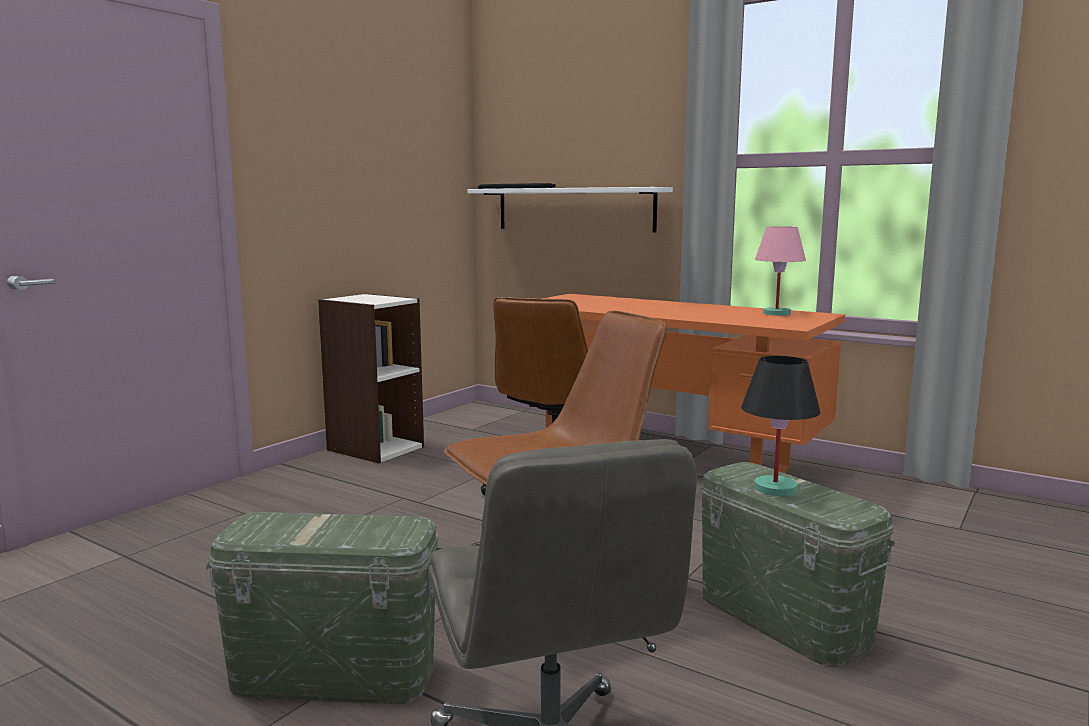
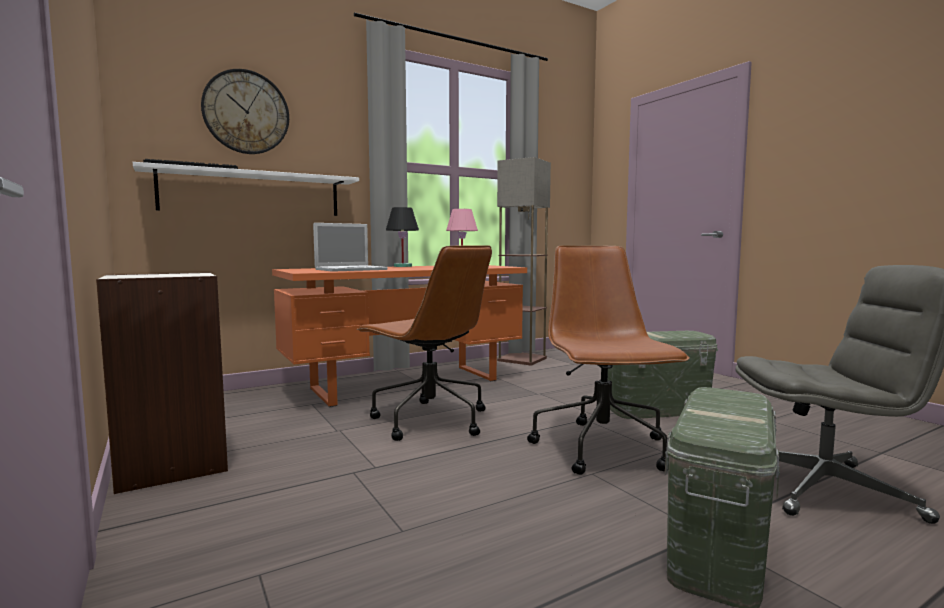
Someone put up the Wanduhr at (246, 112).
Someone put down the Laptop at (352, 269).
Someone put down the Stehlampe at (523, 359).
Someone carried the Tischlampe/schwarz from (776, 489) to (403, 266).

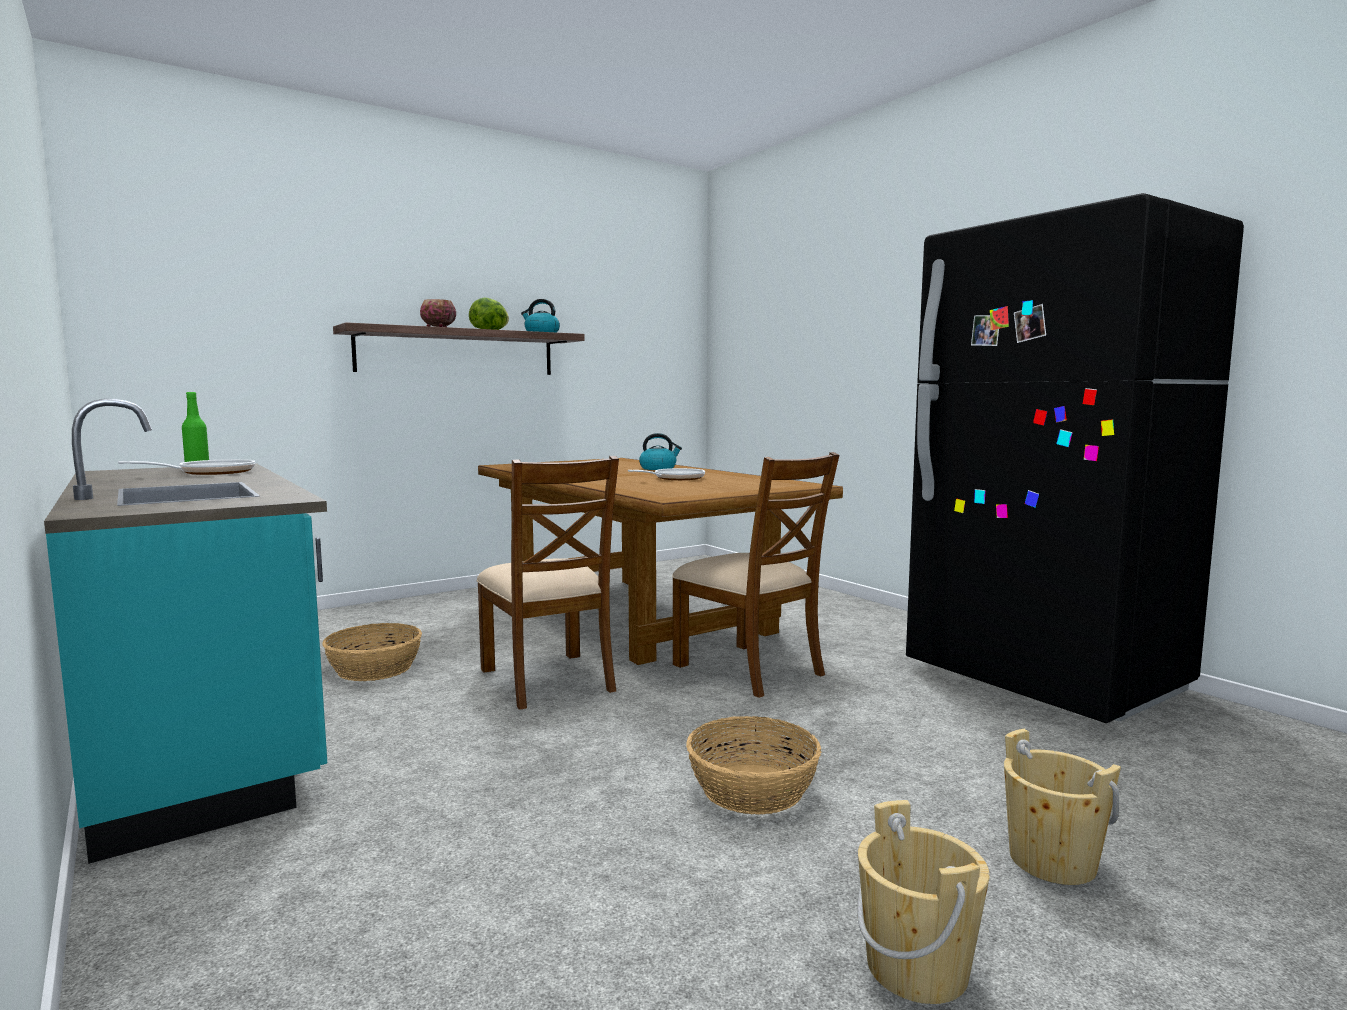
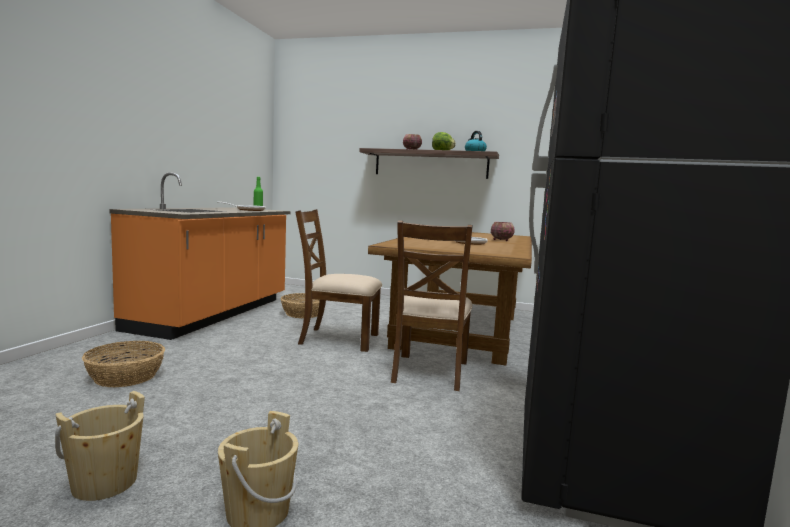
Someone carried the Korb from (753, 788) to (126, 376).
Someone swapped the Wasserkessel at (658, 468) for the Schüssel at (501, 240).
Someone repainted the Küchenzeile/türkis at (203, 734), which became the Küchenzeile/orange at (214, 314).
Someone rotated the Stuhl/braun at (548, 680) by 75 degrees clockwise.

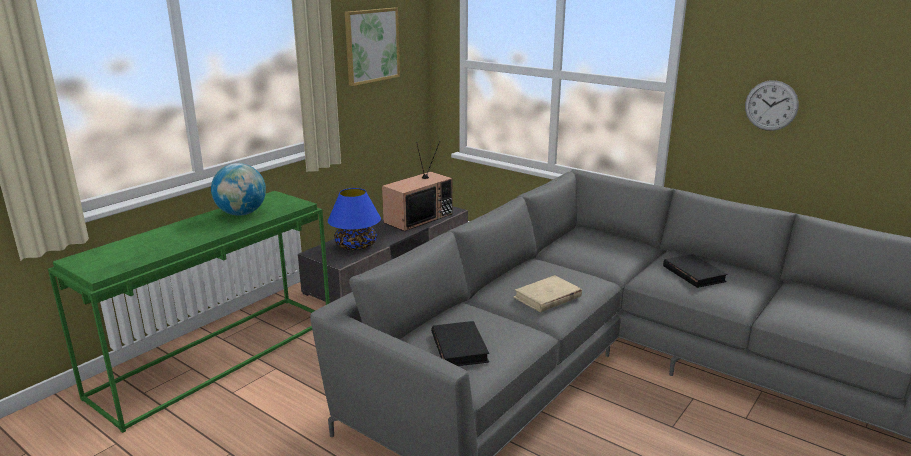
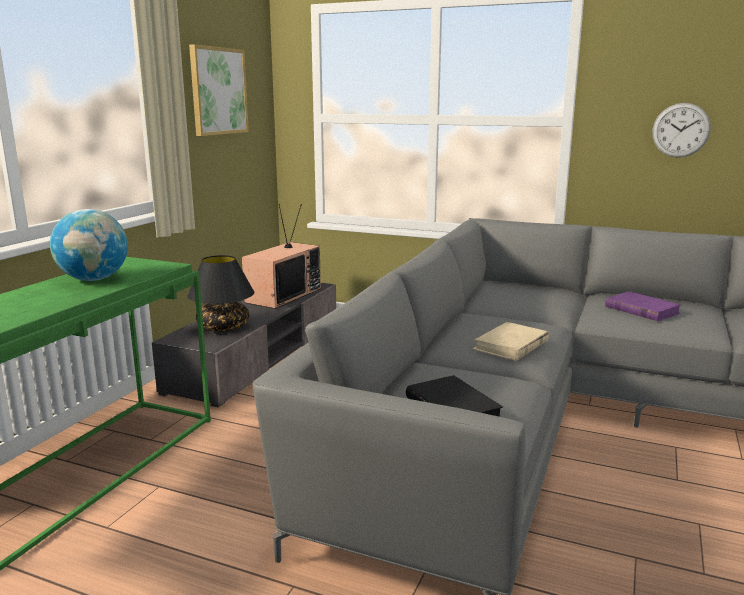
Someone repainted the Tischlampe/blau at (356, 245), which became the Tischlampe/schwarz at (223, 327).
Someone repainted the Buch/schwarz at (693, 274), which became the Buch/lila at (641, 310).

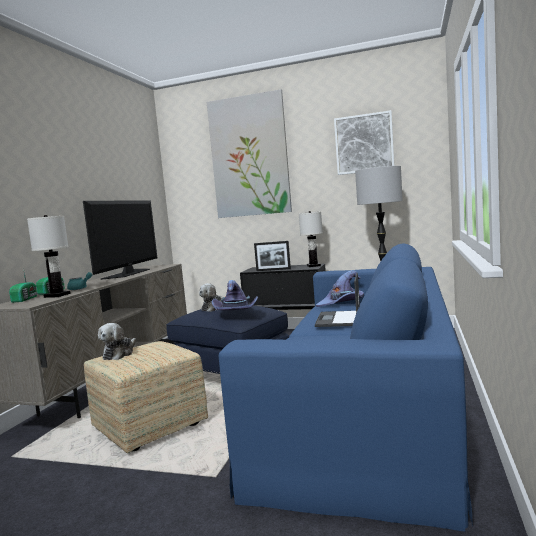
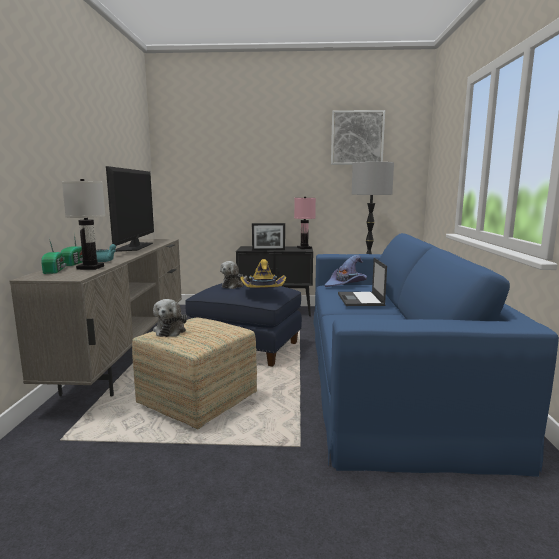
Someone took away the Bild at (249, 156).
Someone repainted the Hut/lila at (236, 312), which became the Hut/gelb at (262, 290).
Someone repainted the Tischlampe/weiß at (313, 265), which became the Tischlampe/rosa at (304, 248).

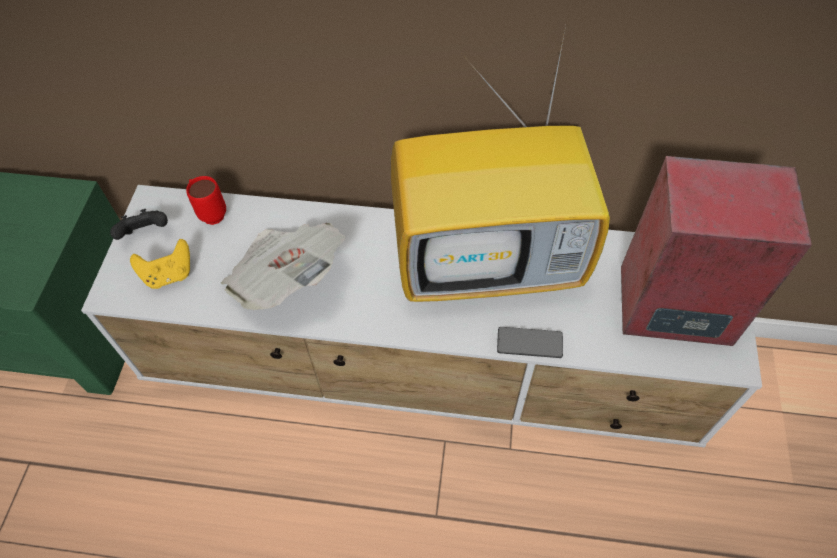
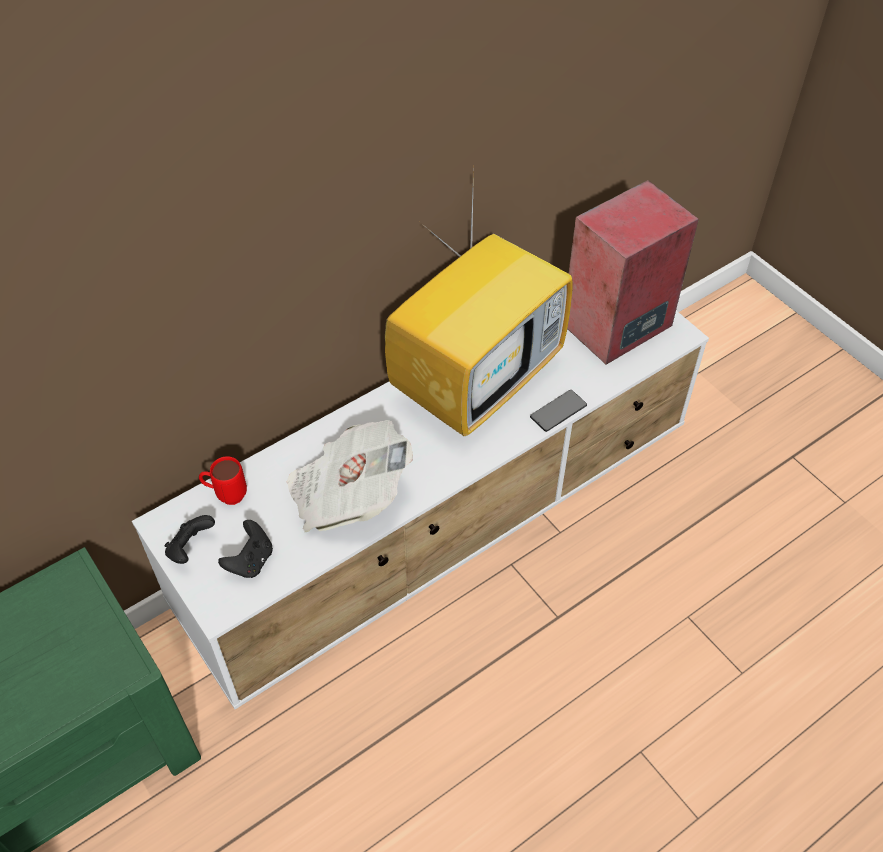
Someone repainted the Gamepad/gelb at (169, 275), which became the Gamepad/schwarz at (250, 561).

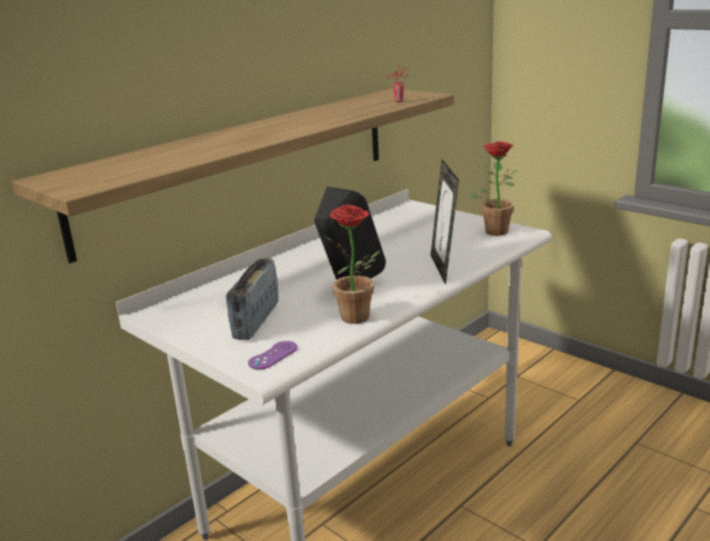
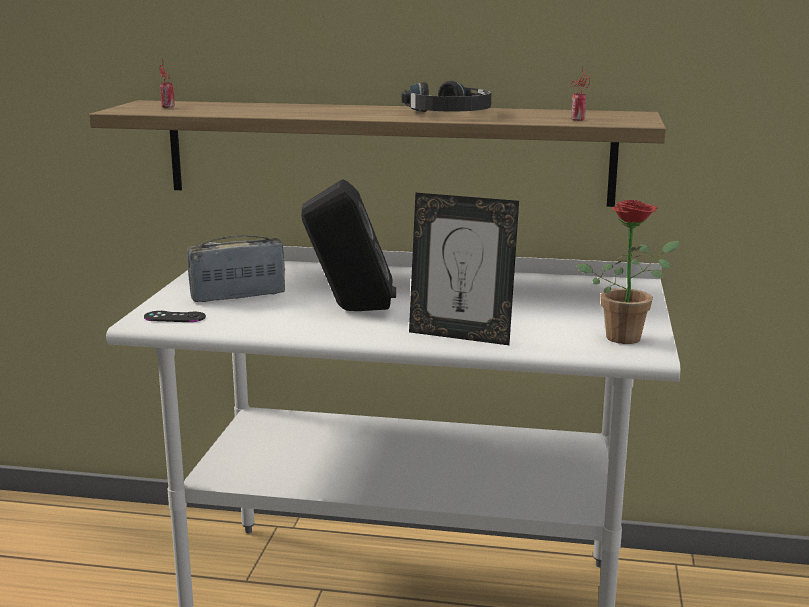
Someone took away the Topfpflanze at (358, 319).
Someone put down the Dose at (168, 107).
Someone put down the Kopfhörer/schwarz at (449, 113).
Someone repainted the Gamepad/lila at (273, 355), which became the Gamepad/schwarz at (174, 317).
Someone rotated the Bilderrahmen at (444, 268) by 120 degrees counterclockwise.

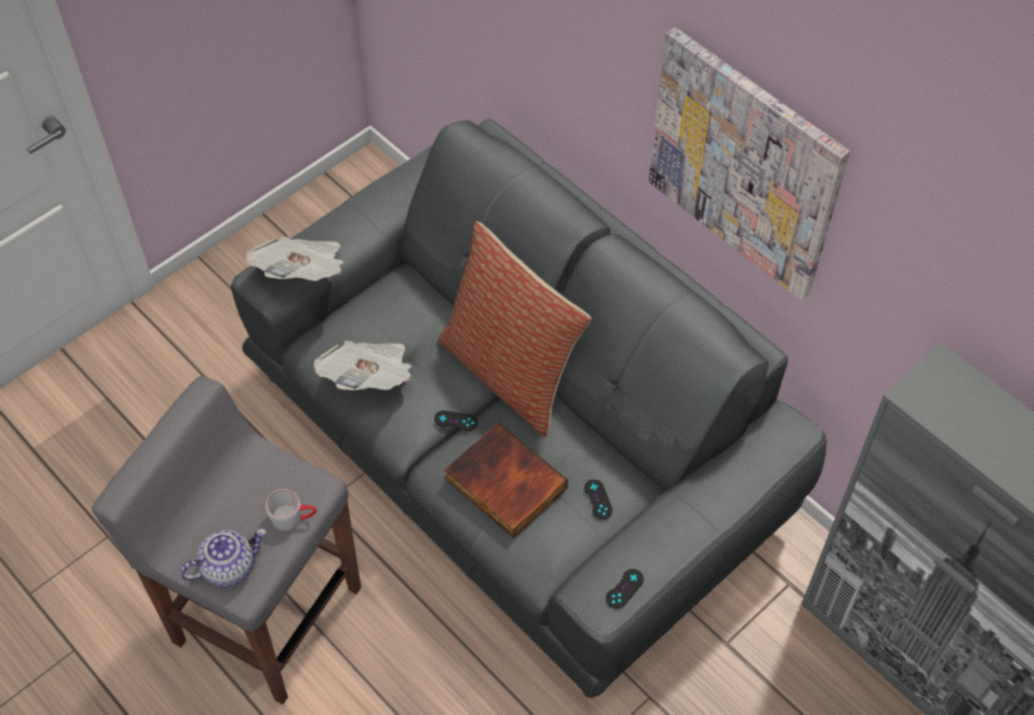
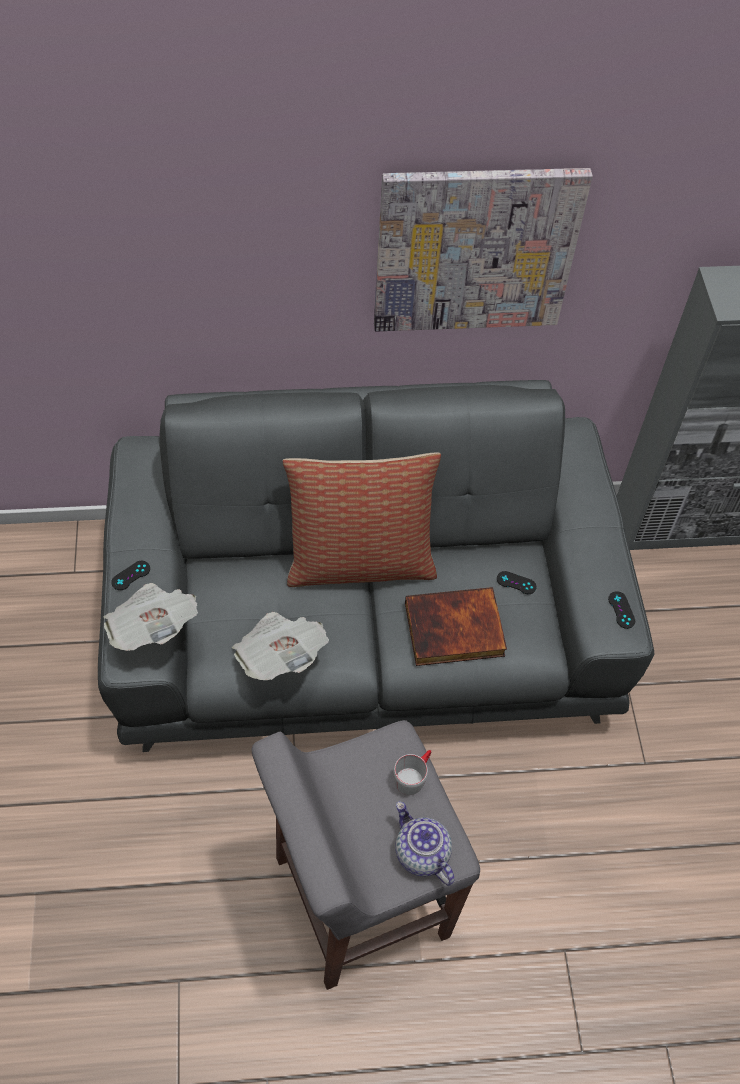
Someone carried the Gamepad/schwarz from (456, 421) to (131, 575).
Someone rotated the Teekanne at (229, 566) by 45 degrees counterclockwise.

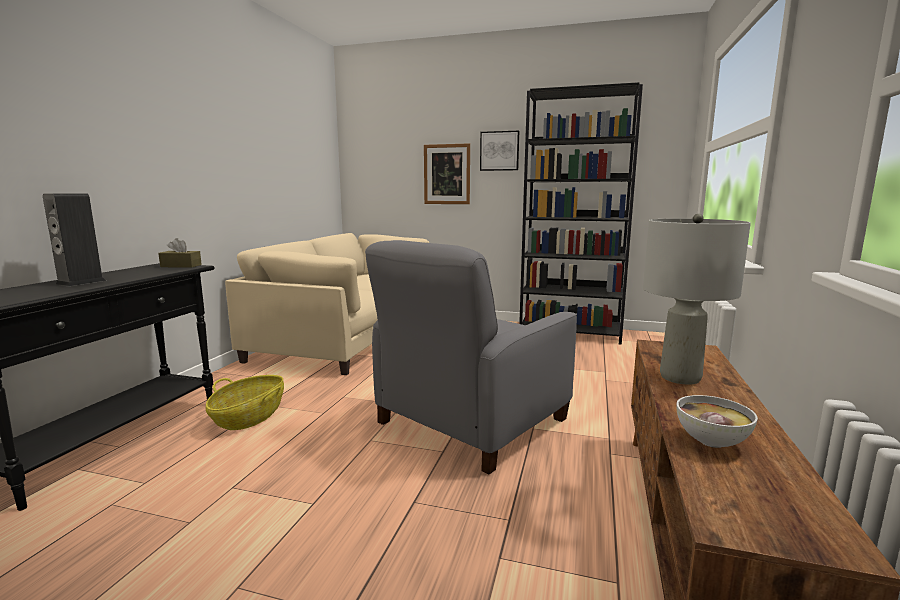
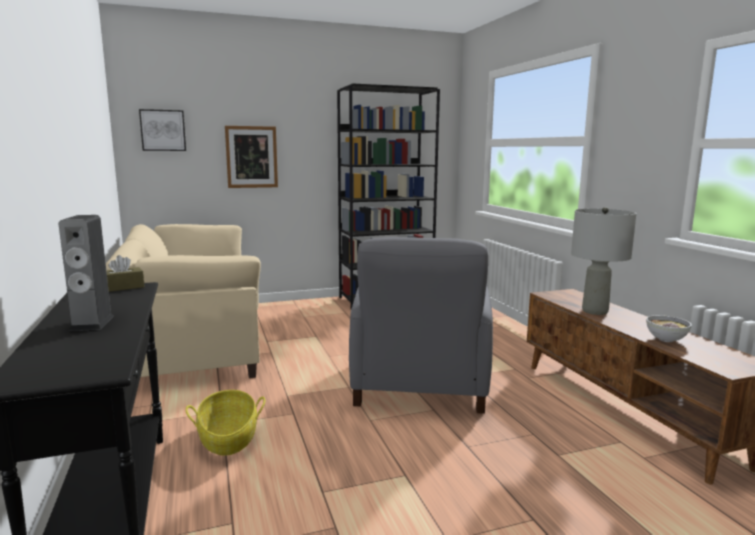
Someone carried the Bild from (499, 151) to (163, 130).

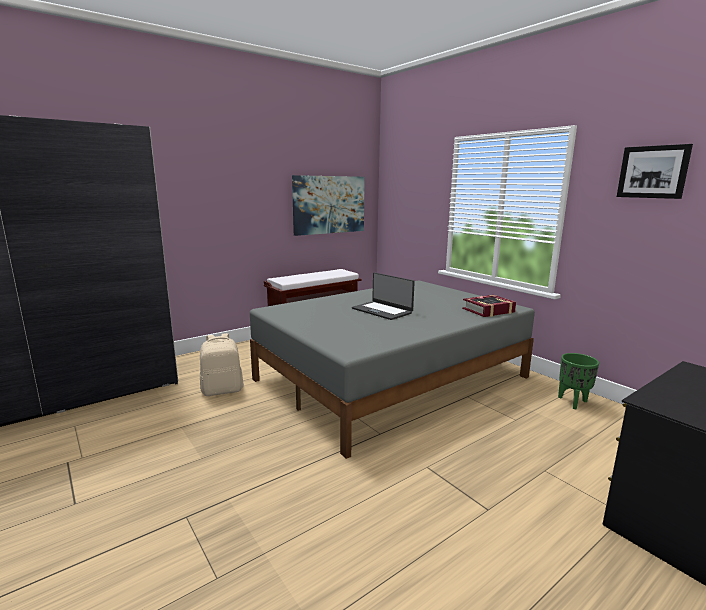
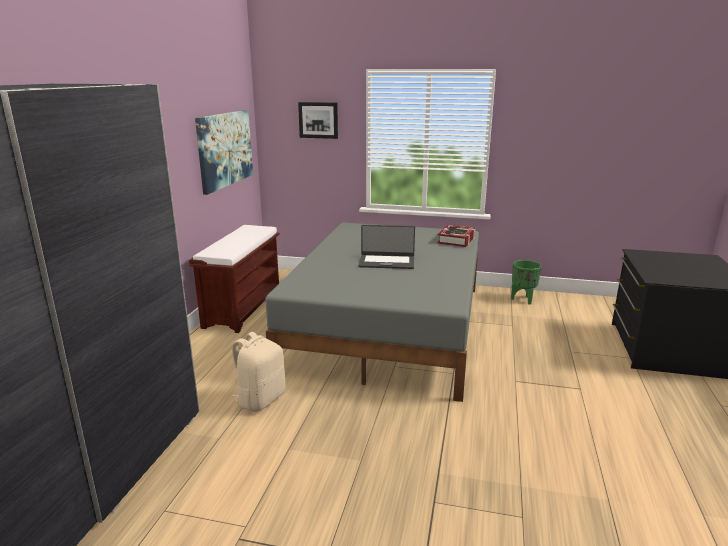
Someone carried the Bild from (653, 172) to (318, 120).

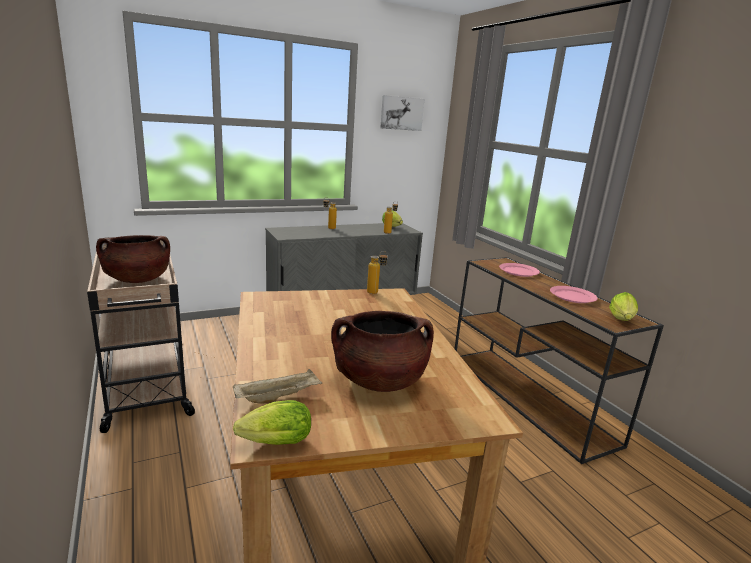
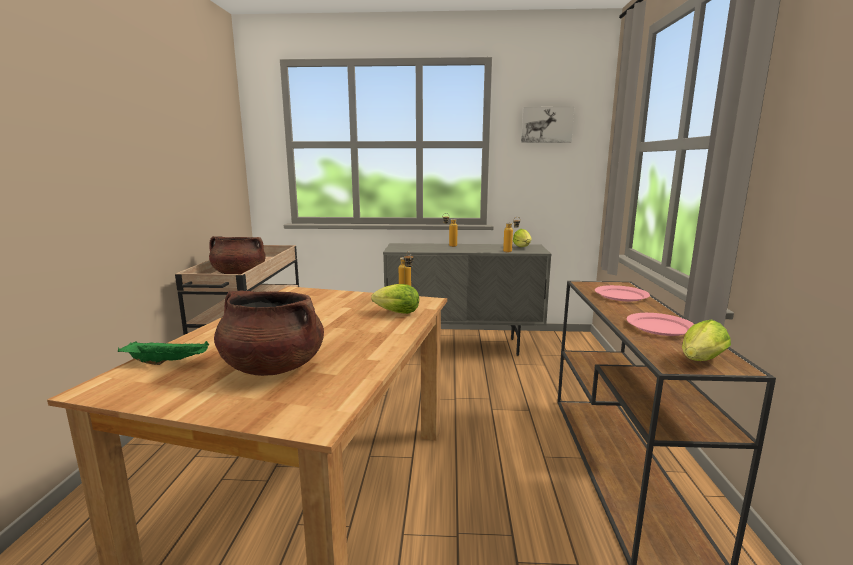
Someone carried the Salatkopf from (272, 443) to (394, 313).
Someone repainted the Tablett/beige at (279, 397), which became the Tablett/grün at (168, 362).

